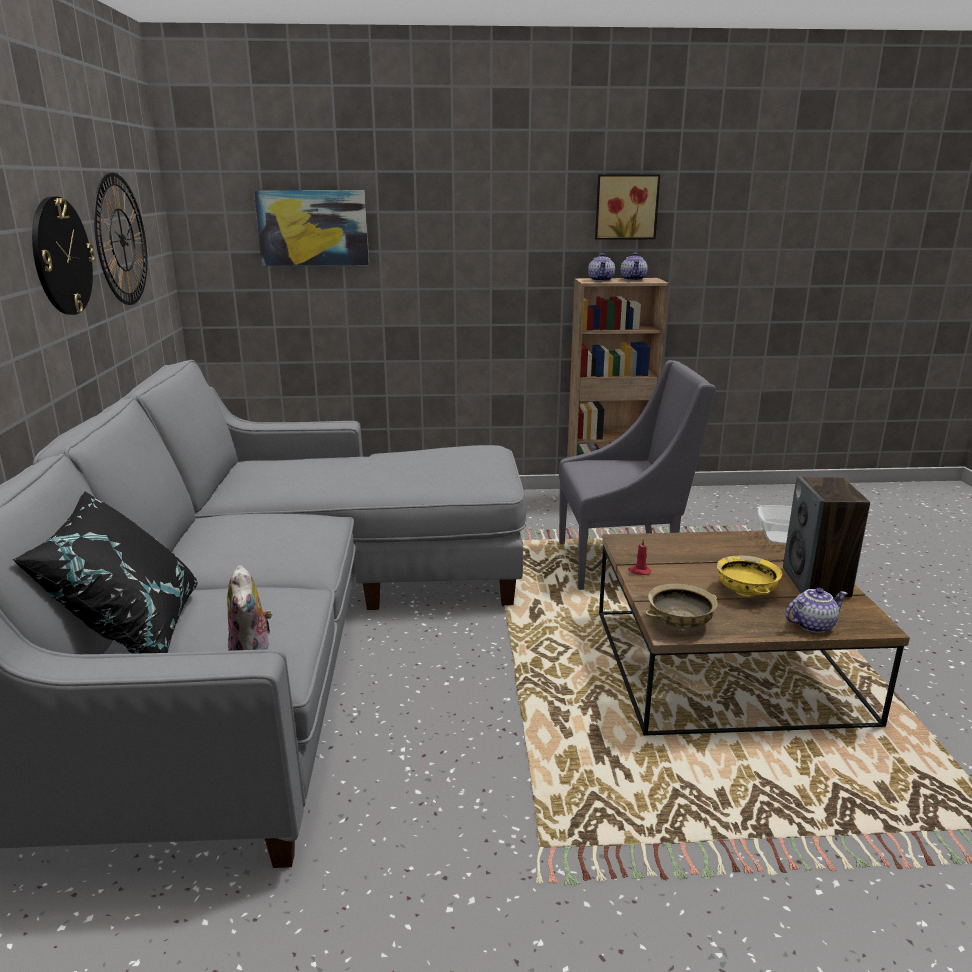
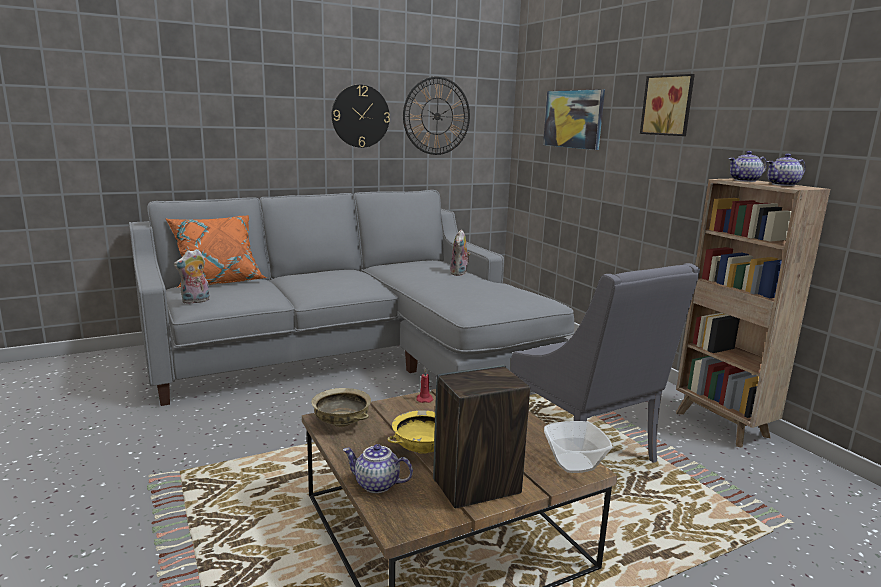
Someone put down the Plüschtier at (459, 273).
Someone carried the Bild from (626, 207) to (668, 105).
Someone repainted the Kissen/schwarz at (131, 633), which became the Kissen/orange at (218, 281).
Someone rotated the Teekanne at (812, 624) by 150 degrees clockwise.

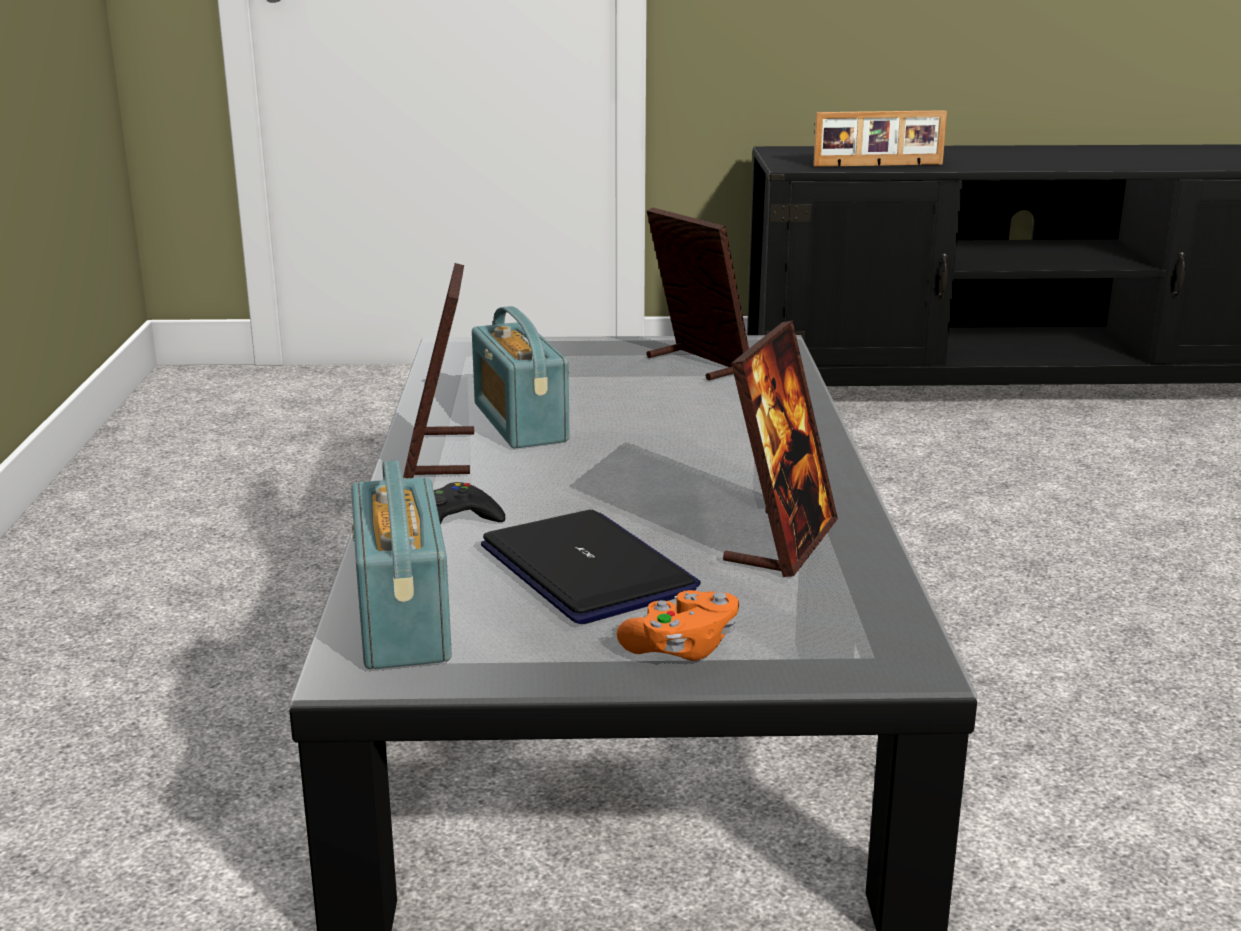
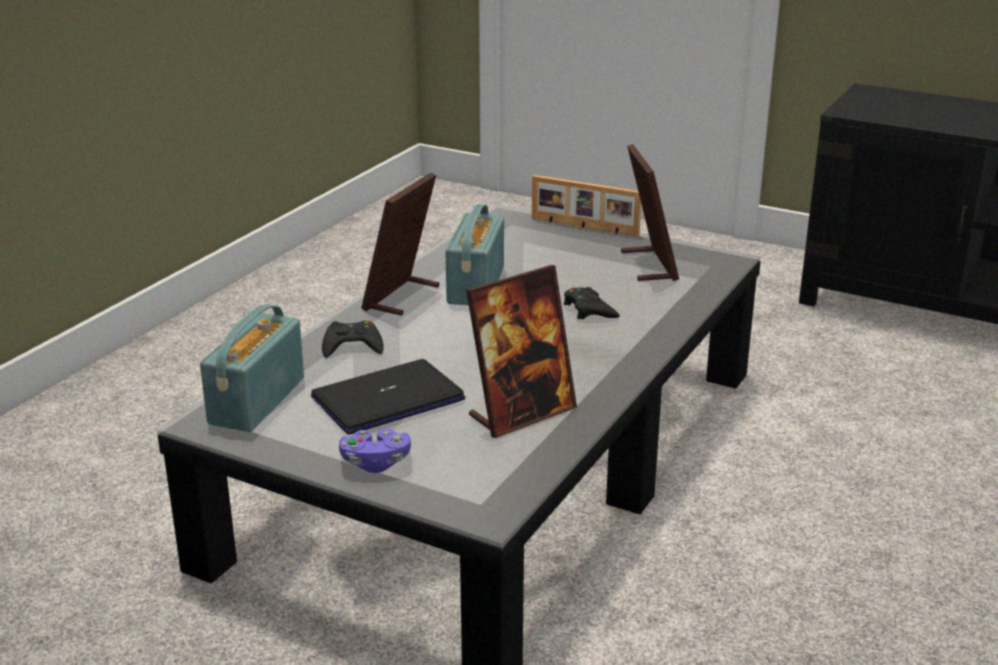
Someone put down the Gamepad/schwarz at (589, 310).
Someone carried the Bilderrahmen from (878, 165) to (584, 227).
Someone repainted the Gamepad/orange at (682, 648), which became the Gamepad/lila at (375, 463).
Someone rotated the Laptop at (588, 570) by 120 degrees counterclockwise.

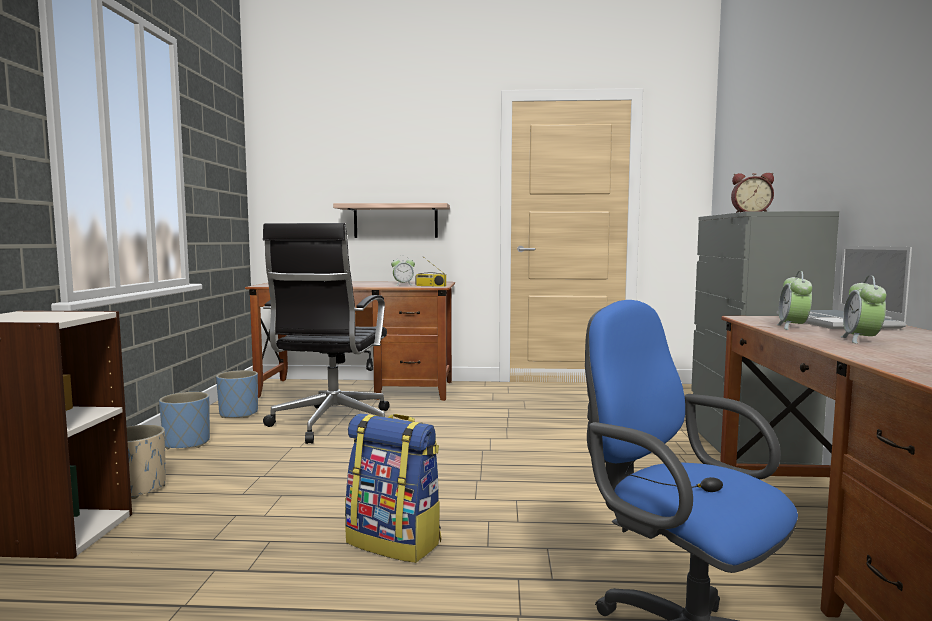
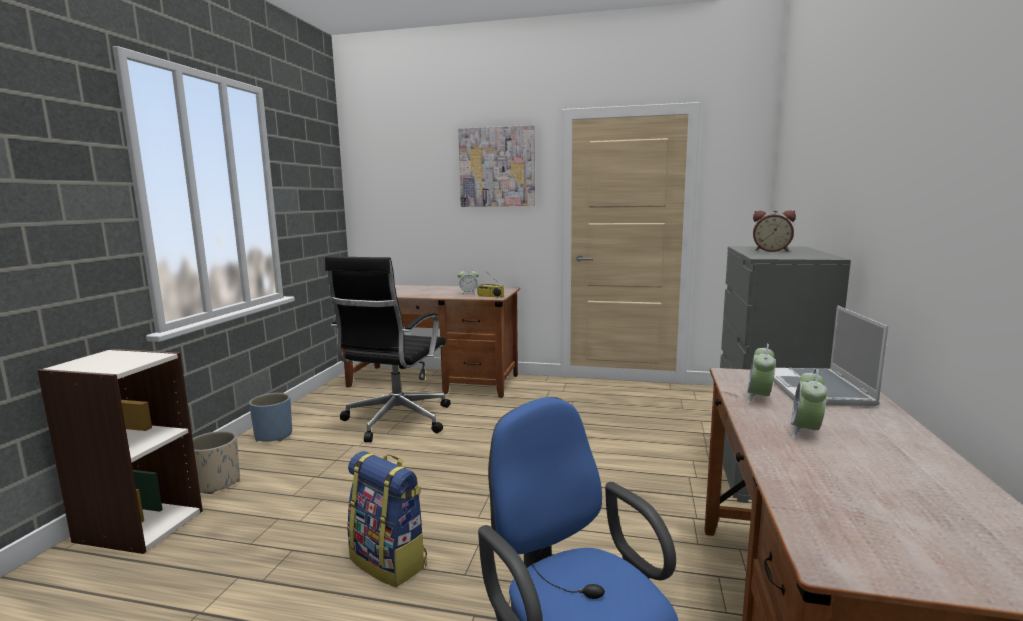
Someone took away the Pflanzkübel/blau at (238, 414).
Someone took away the Wandregal at (395, 221).
Someone put up the Bild at (497, 167).

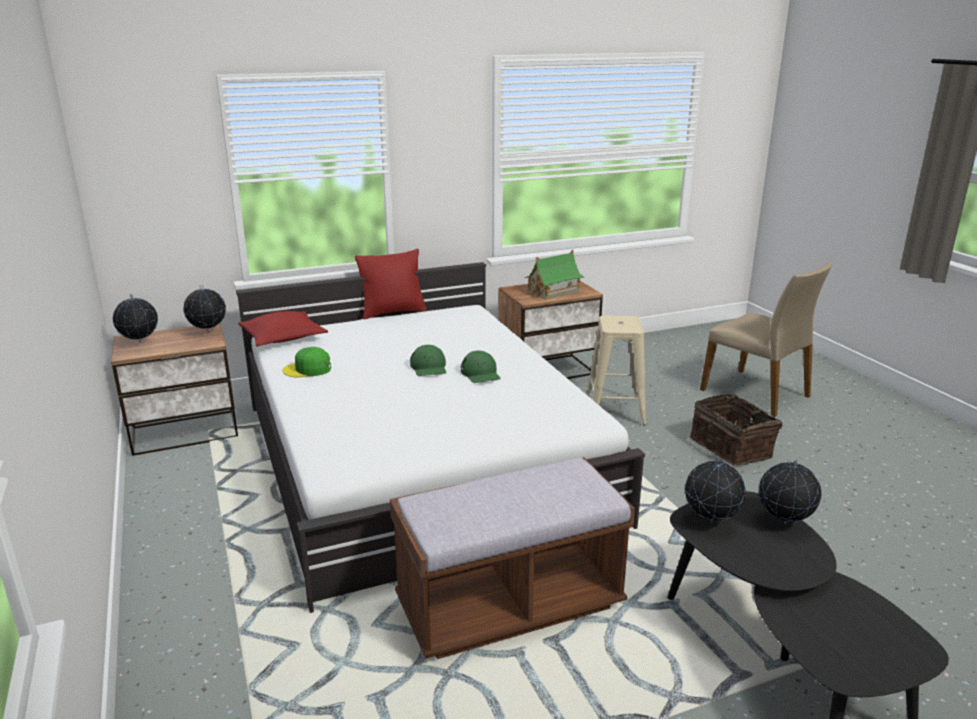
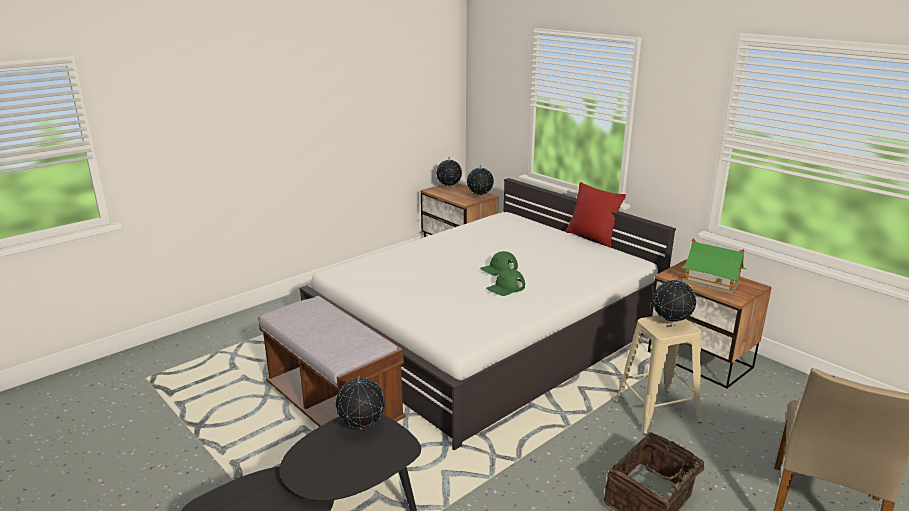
Someone took away the Kissen/rot at (283, 337).
Someone took away the Kappe/grün at (308, 369).
Someone carried the Globus from (783, 523) to (670, 324).

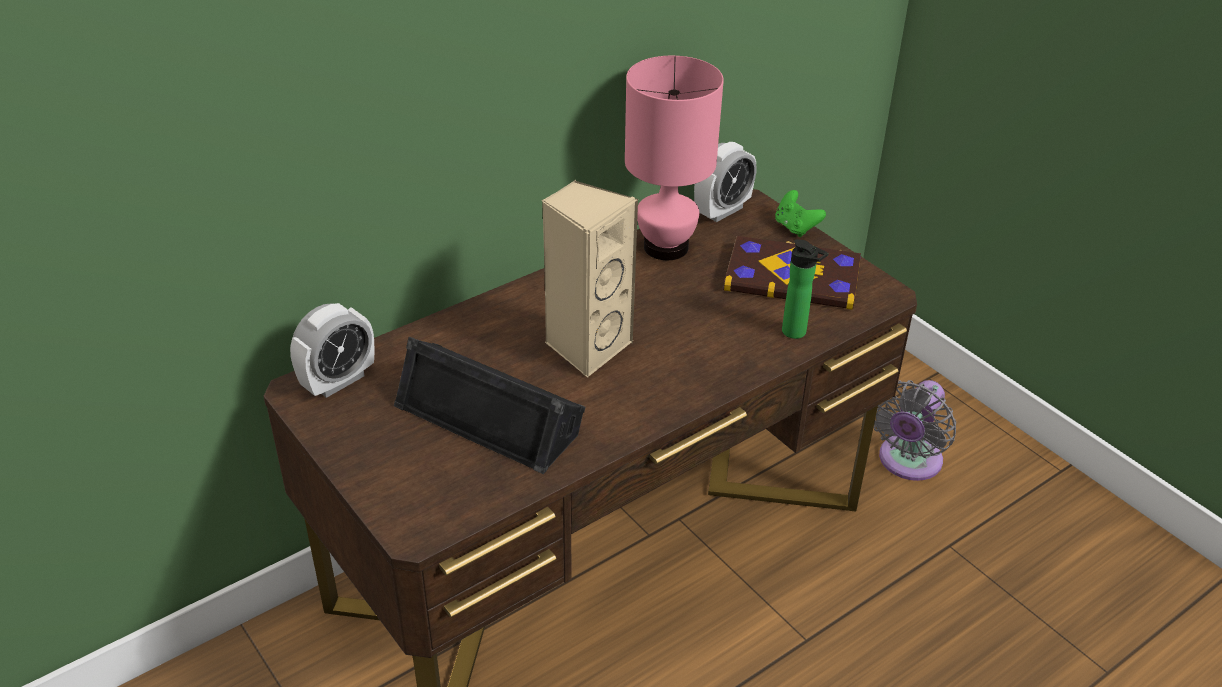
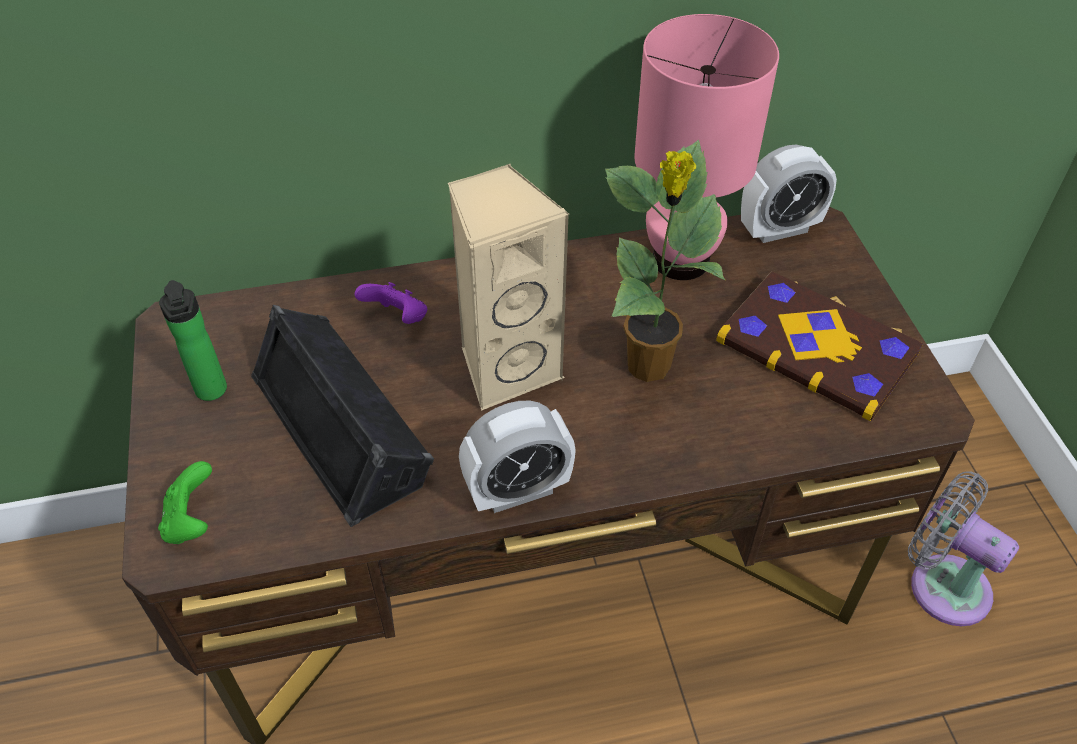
Someone put down the Gamepad/lila at (397, 318).
Someone put down the Topfpflanze at (649, 368).
Someone carried the Wecker from (338, 381) to (518, 491).
Someone carried the Gamepad/grün from (795, 227) to (192, 521).
Someone carried the Flasche from (797, 333) to (212, 393).
Someone rotated the Ventilator/grau at (907, 462) by 75 degrees clockwise.

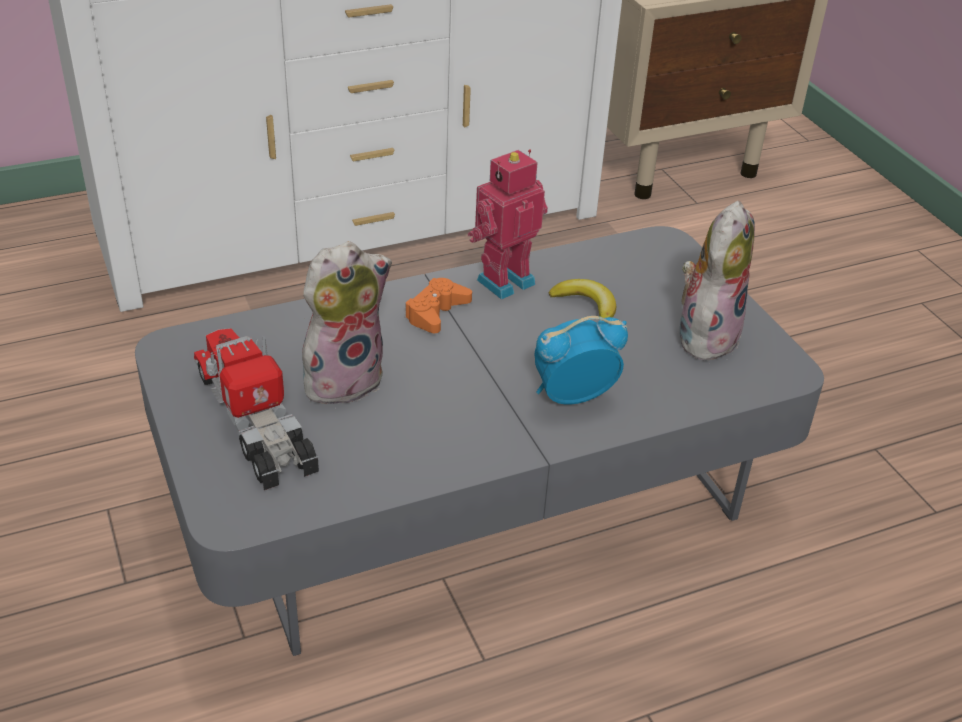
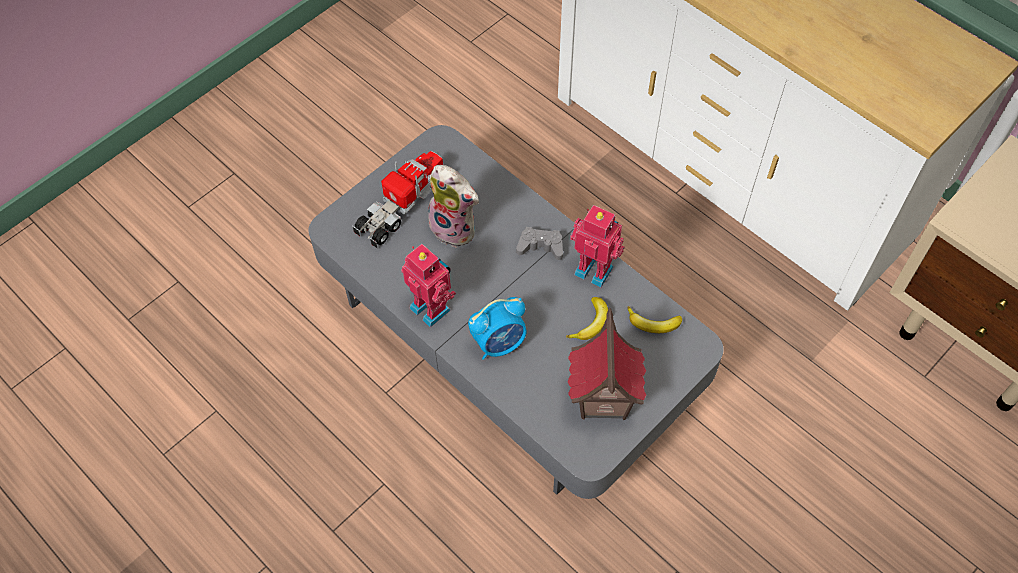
Someone put down the Spielzeugroboter at (432, 307).
Someone put down the Banane at (653, 324).
Someone swapped the Plüschtier at (705, 334) for the Spielzeughaus at (602, 399).
Someone repainted the Gamepad/orange at (436, 312), which became the Gamepad/grau at (540, 246).
Someone rotated the Wecker at (572, 396) by 105 degrees clockwise.

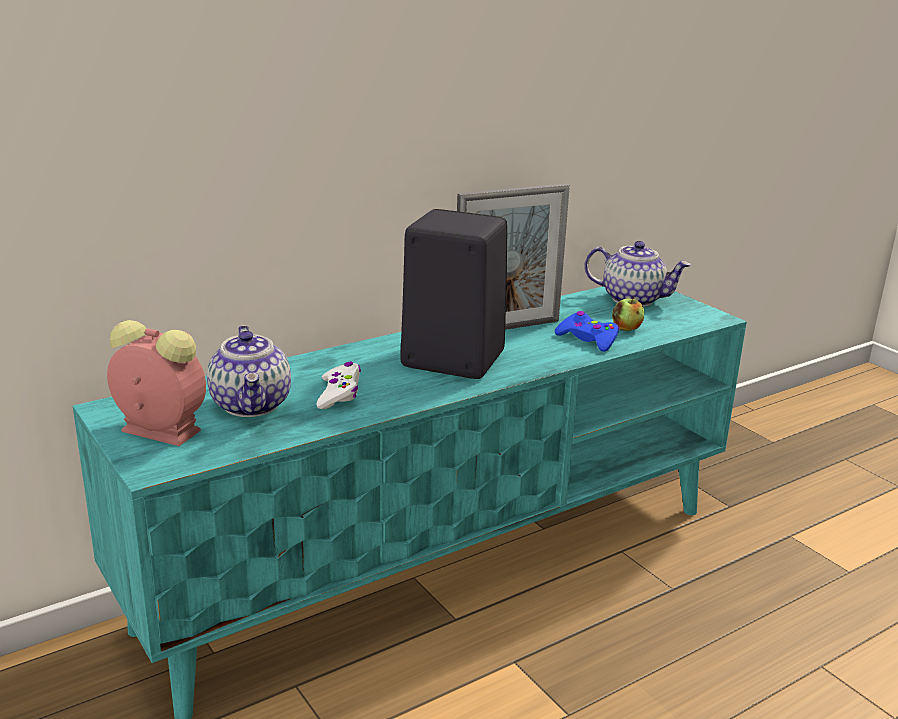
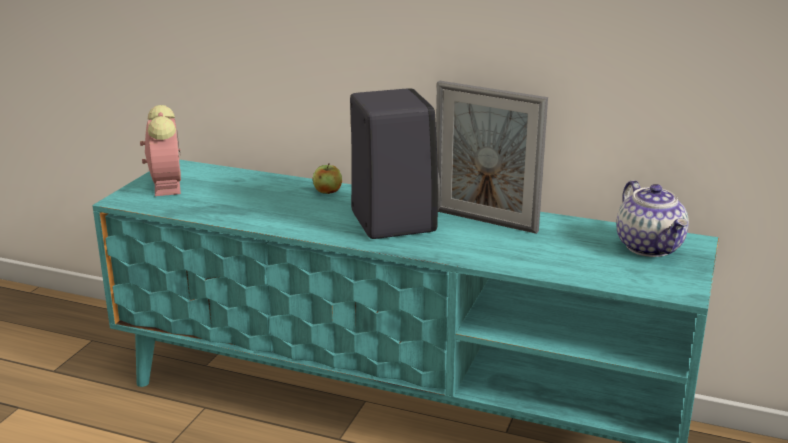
Someone took away the Teekanne at (252, 405).
Someone took away the Gamepad/weiß at (339, 394).
Someone took away the Gamepad/blau at (588, 339).
Someone carried the Apfel from (626, 328) to (327, 191).

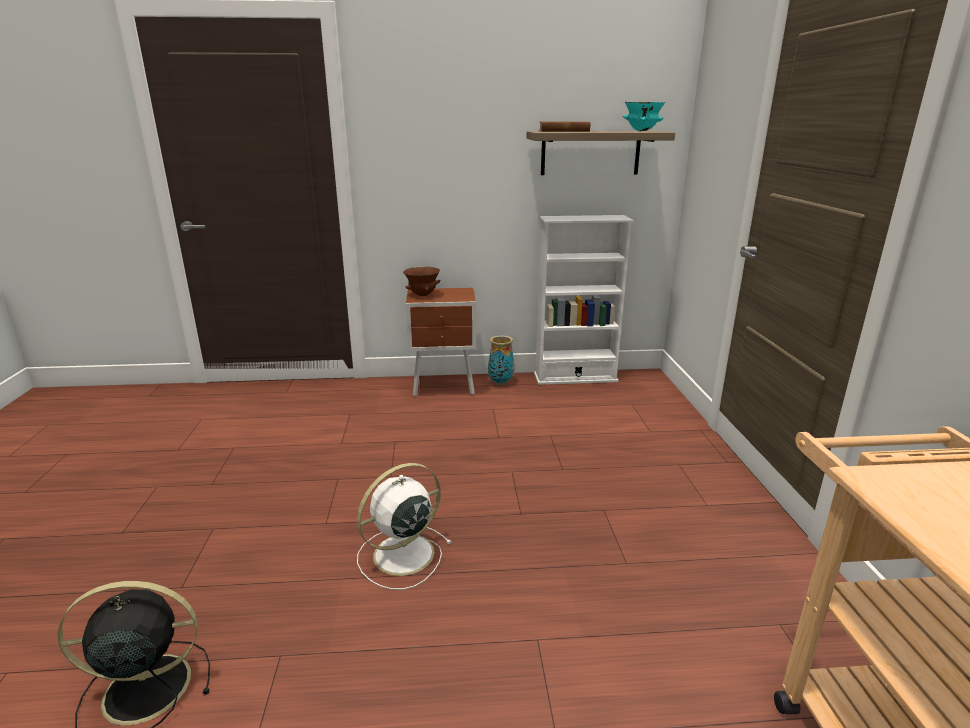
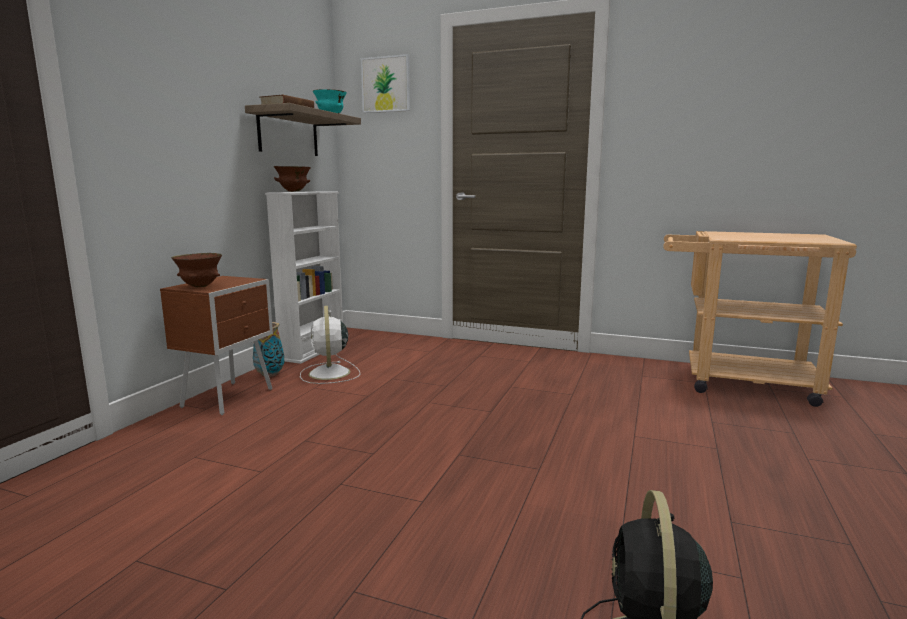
Someone put down the Schüssel/braun at (293, 191).
Someone put up the Bild at (386, 84).
Someone carried the Ventilator/weiß from (401, 555) to (329, 373).

